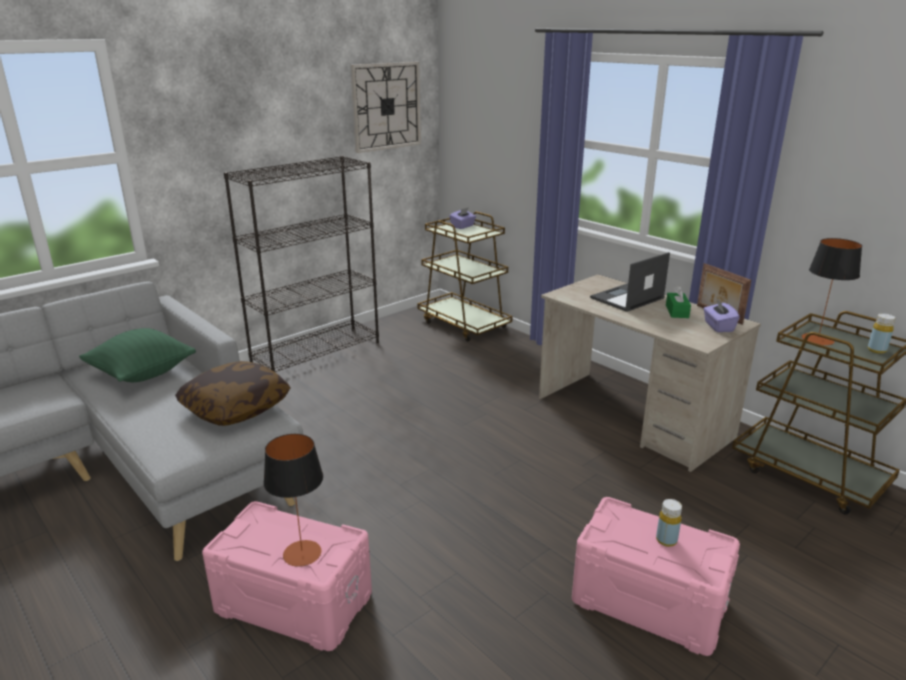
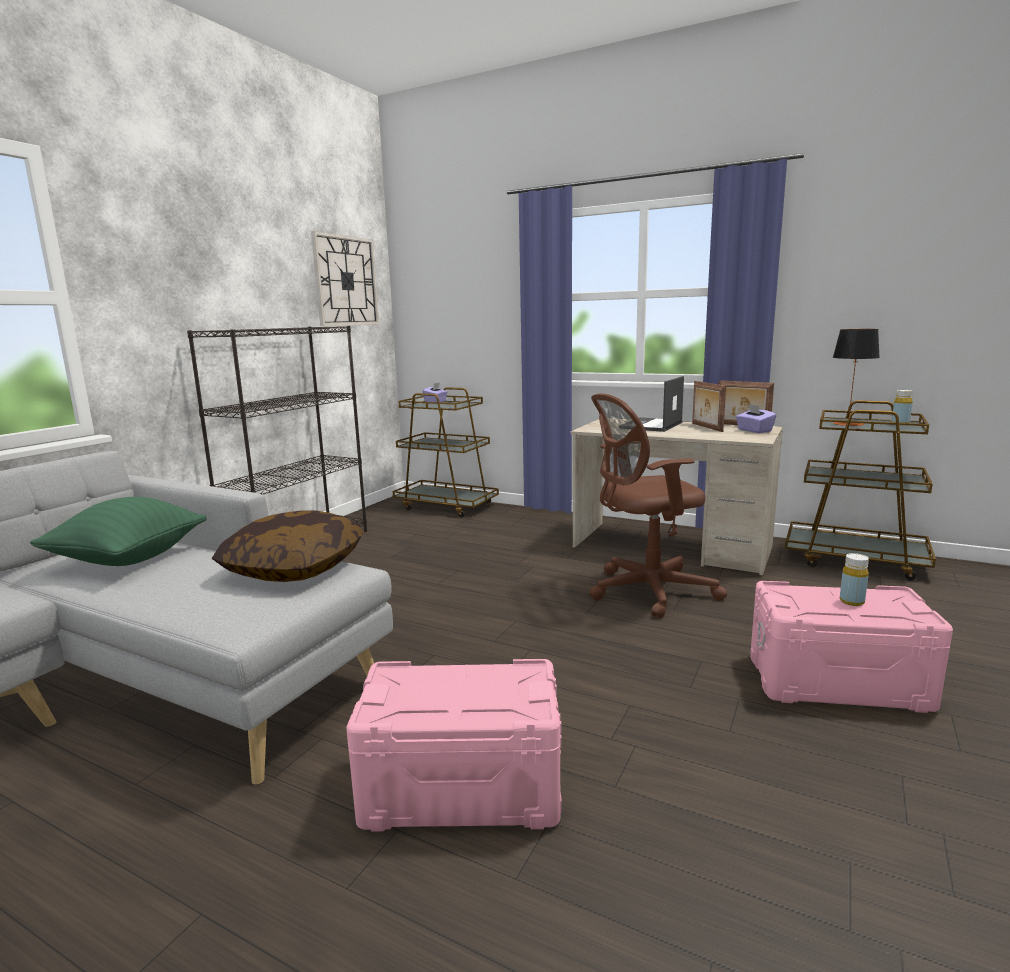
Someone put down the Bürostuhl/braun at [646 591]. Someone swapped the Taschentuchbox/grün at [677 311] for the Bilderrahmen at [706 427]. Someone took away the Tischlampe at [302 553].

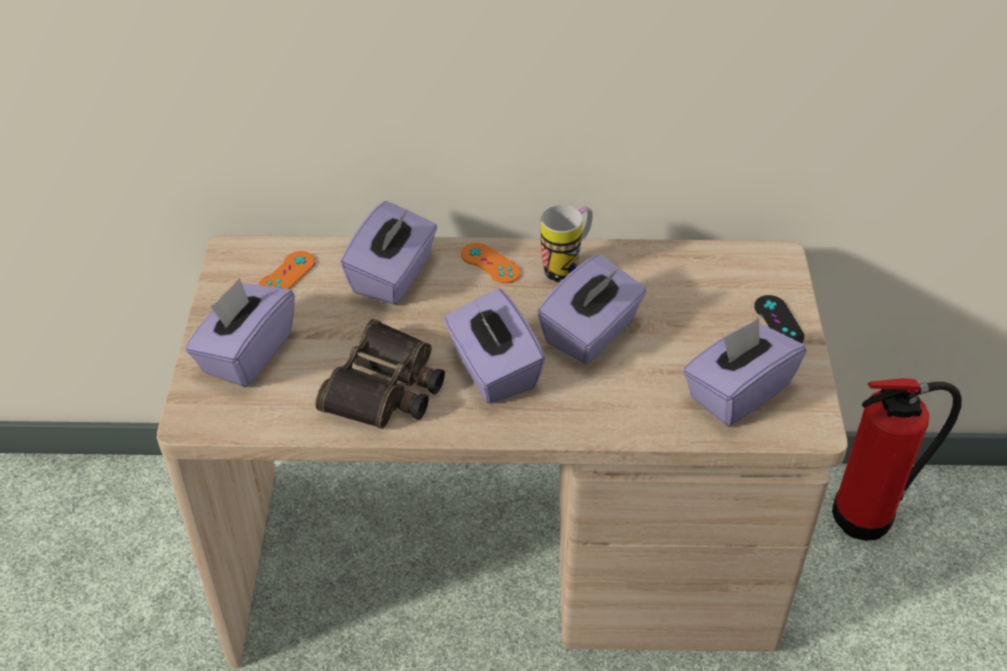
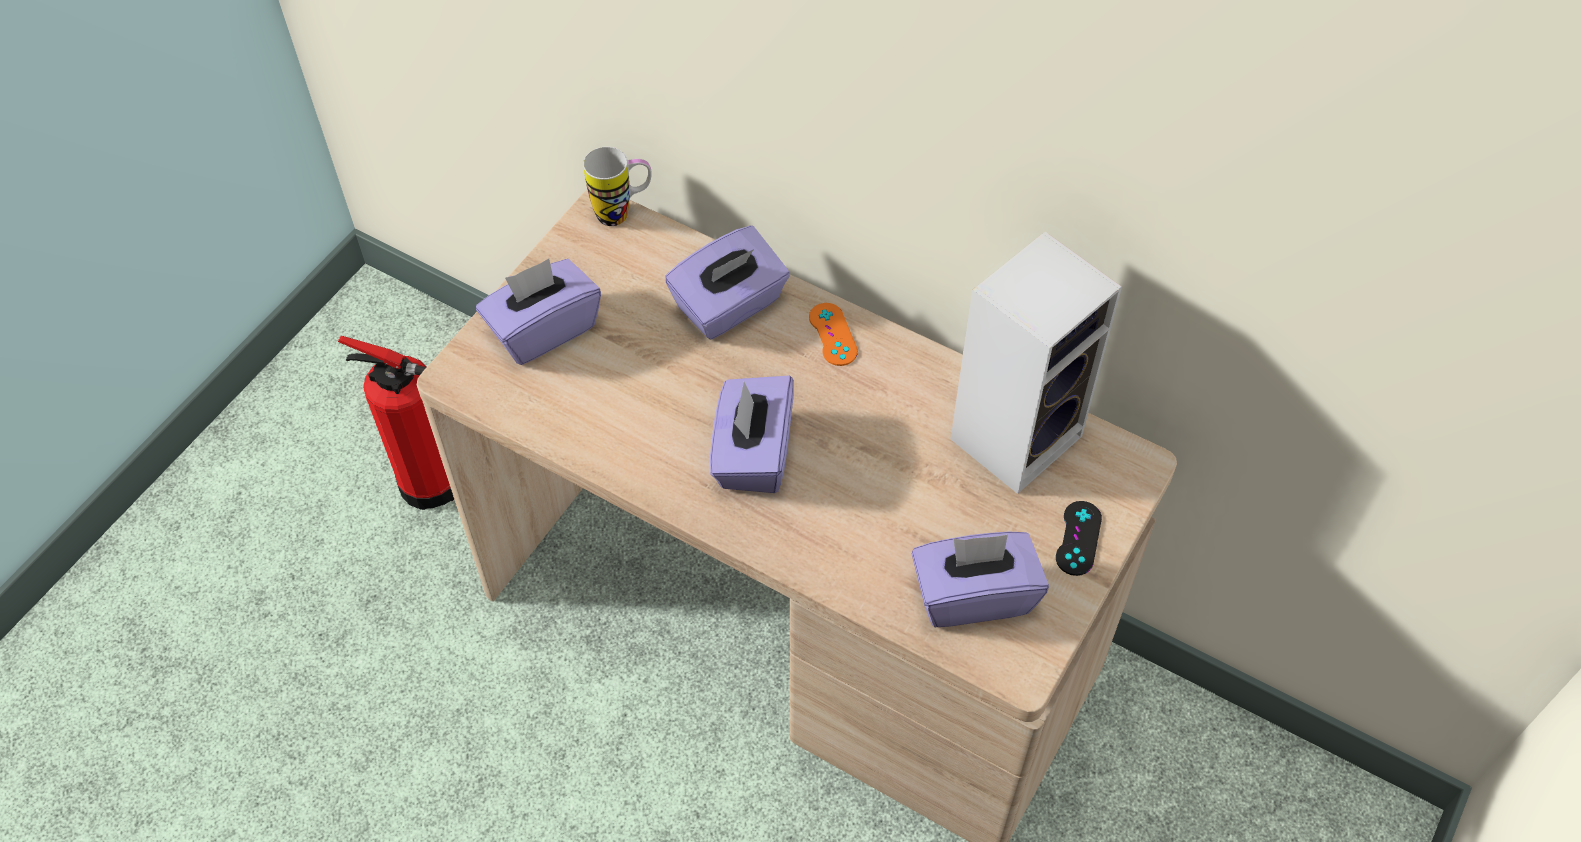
Someone carried the Feuerlöscher from [868 515] to [438 485]. Someone carried the Henkelbecher from [567 267] to [623 213]. Someone put down the Lautsprecher at [1017 433]. Someone took away the Gamepad/orange at [287 274]. Someone took away the Fernglas at [386 388]. Someone took away the Taschentuchbox/lila at [591 333].

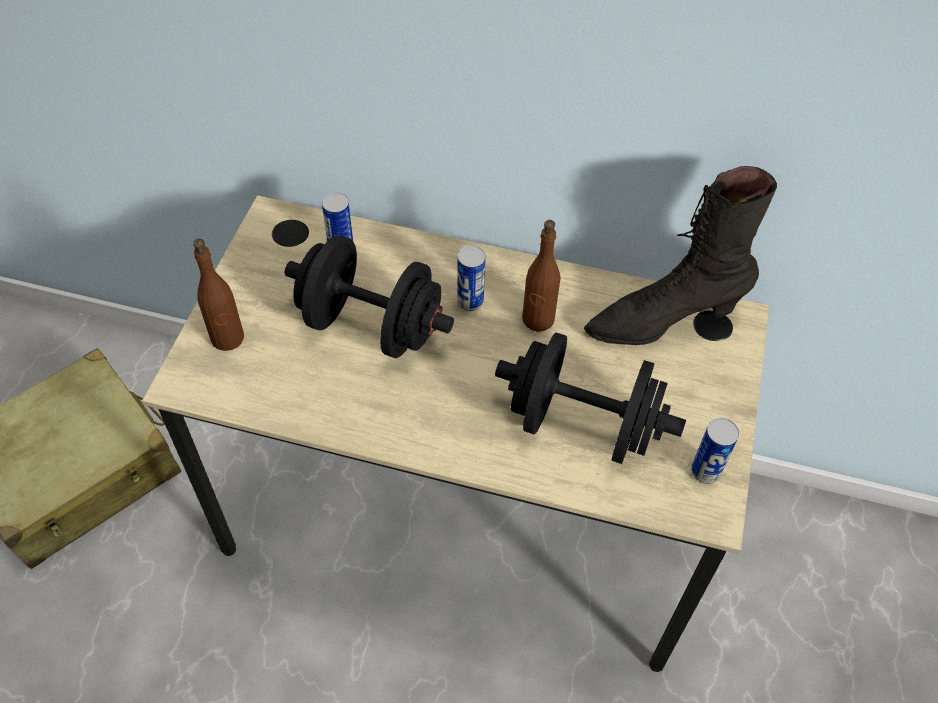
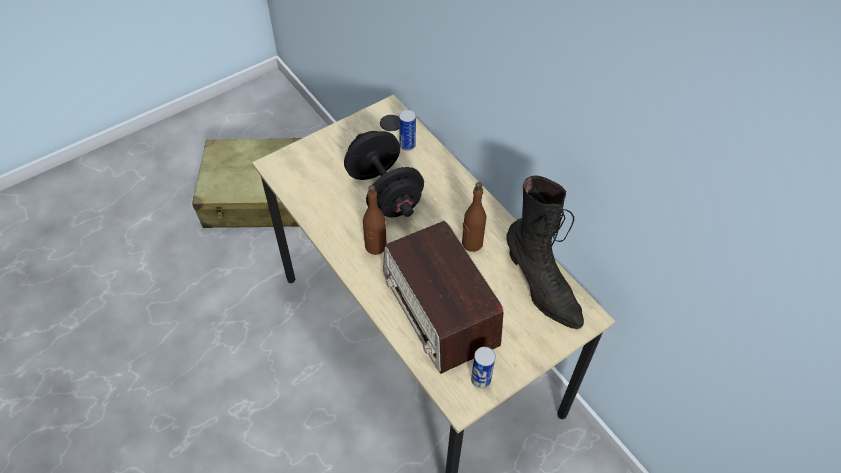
Someone carried the Flasche/braun from [227 338] to [375 246]. Someone swapped the Hantel/schwarz at [583 425] for the Radio at [440 311]. Someone rotated the Stiefel/schwarz at [663 320] by 150 degrees counterclockwise. Someone took away the Dose at [470 301].

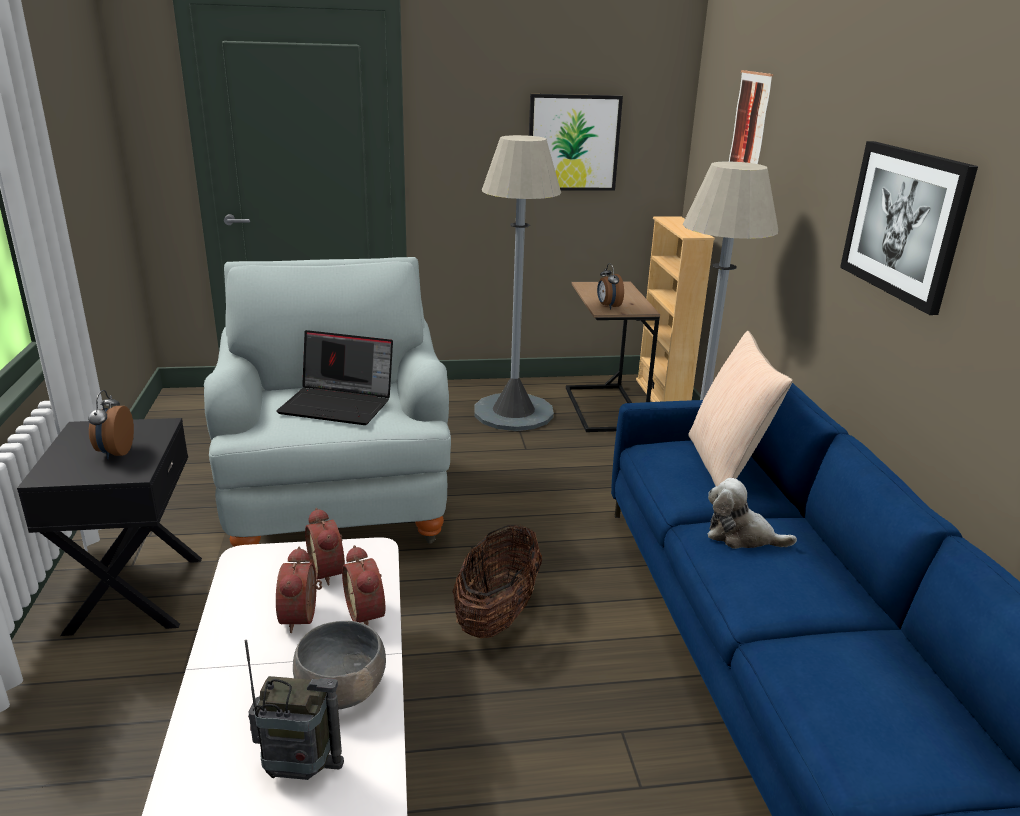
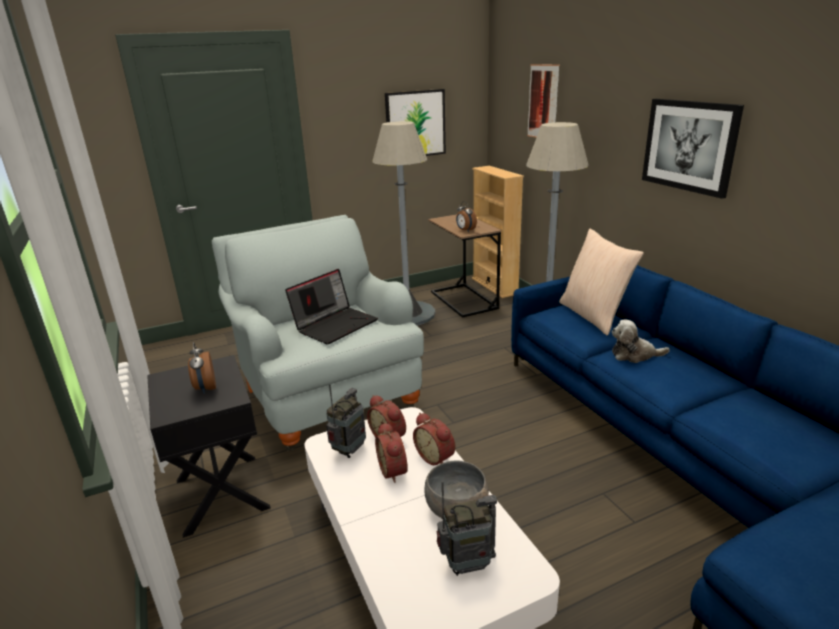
Someone rotated the Laptop at [339 404] by 45 degrees counterclockwise. Someone put down the Radio at [349 450]. Someone took away the Korb at [497 614].

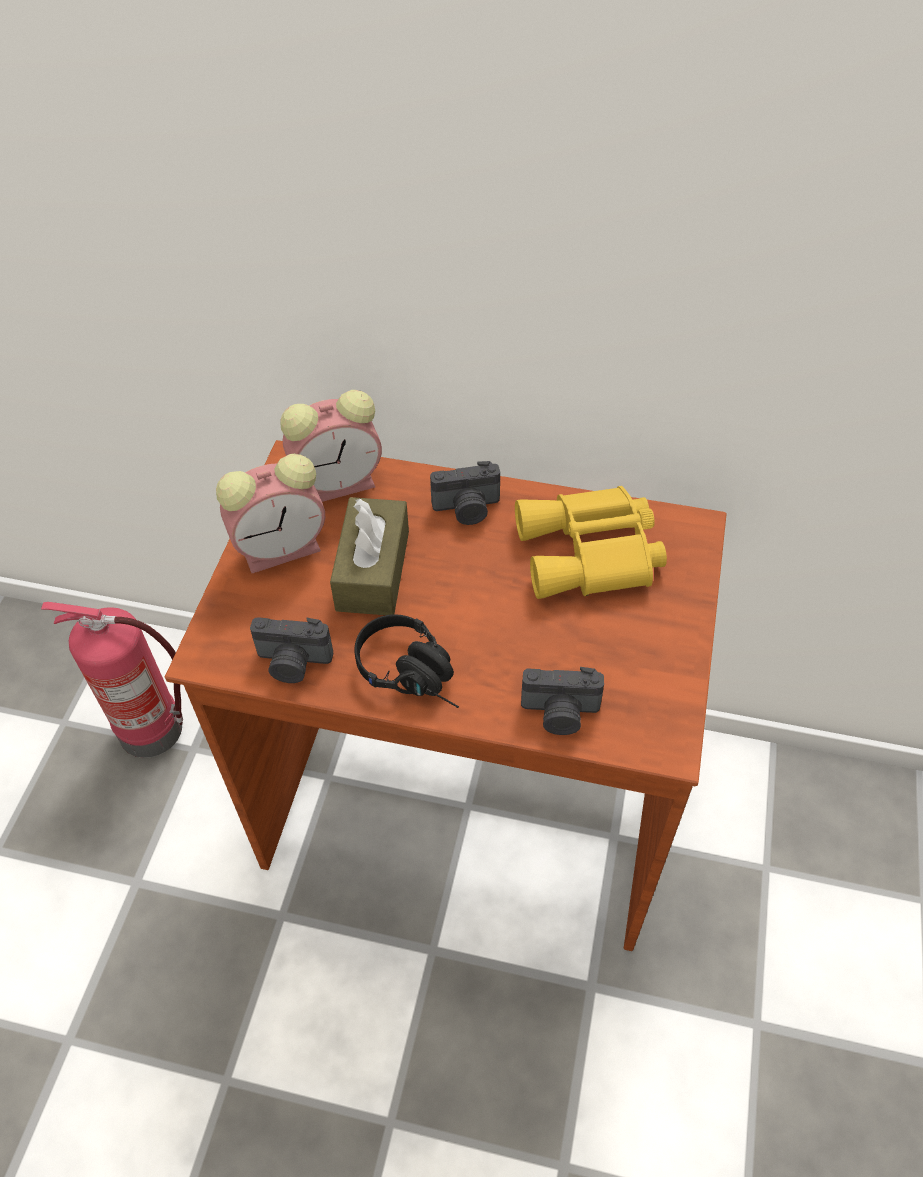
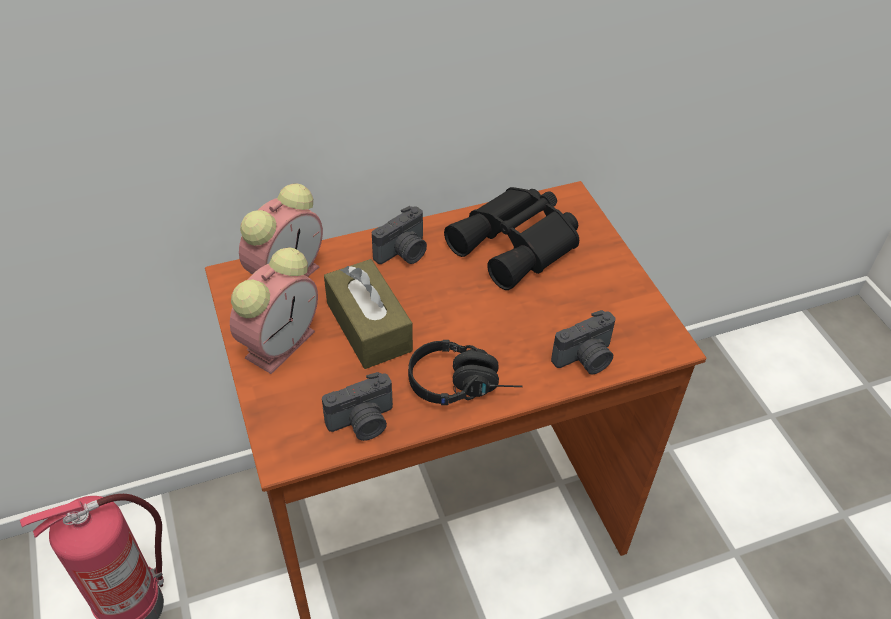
Someone repainted the Fernglas/gelb at [591 554], which became the Fernglas/schwarz at [518 245].

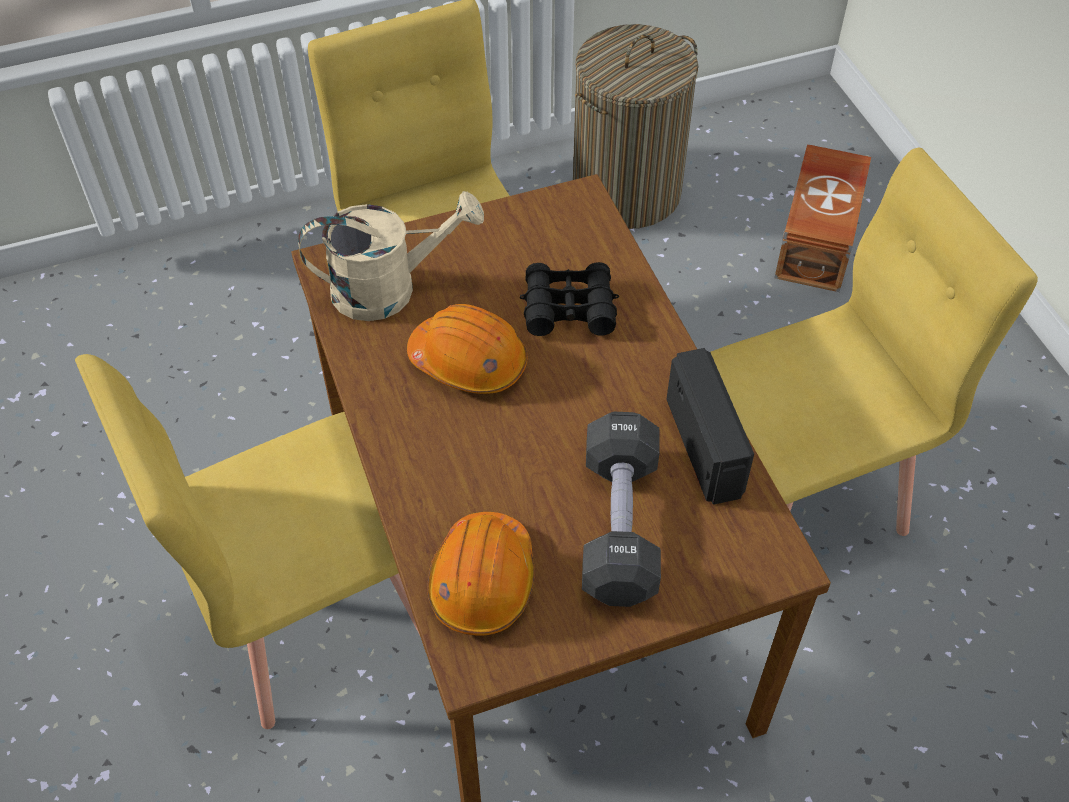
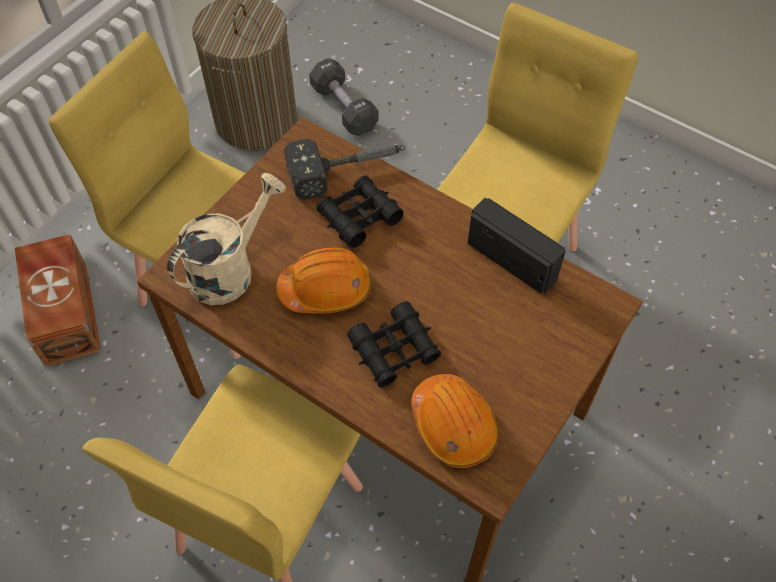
Someone carried the Aufbewahrungsbox/braun from [819 239] to [67 311]. Someone put down the Hammer at [348 170]. Someone carried the Hantel/schwarz from [619 525] to [344 108]. Someone put down the Fernglas/schwarz at [394 350].

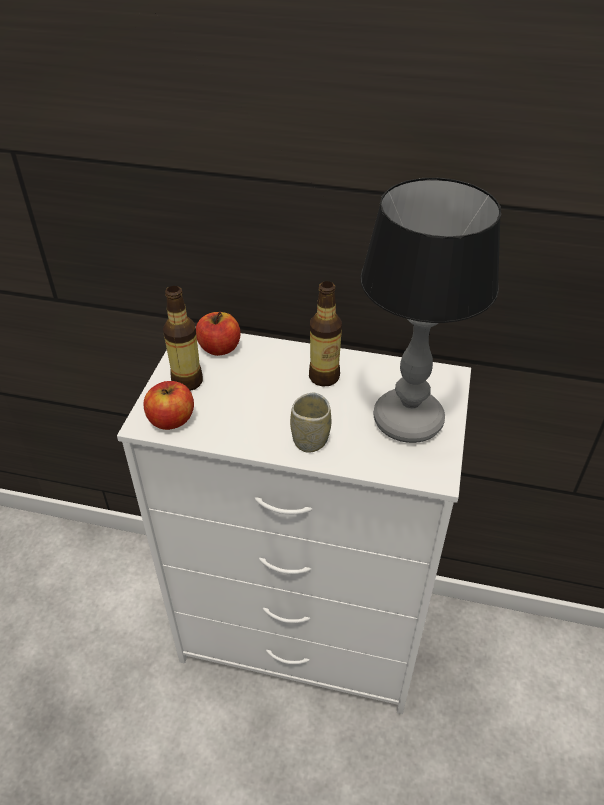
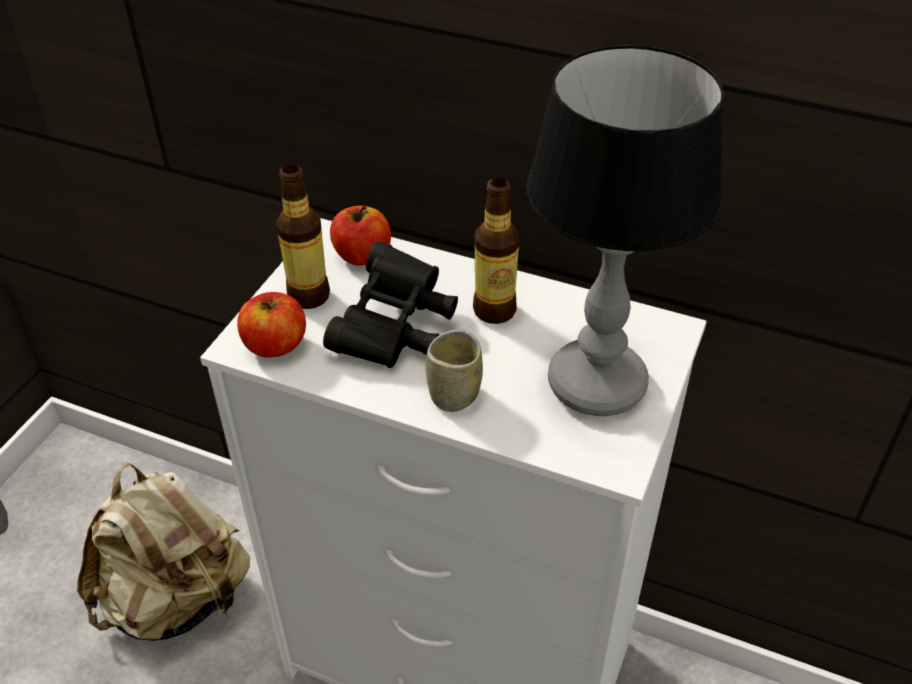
Someone put down the Rucksack/beige at [177 599]. Someone put down the Fernglas/schwarz at [395 329].

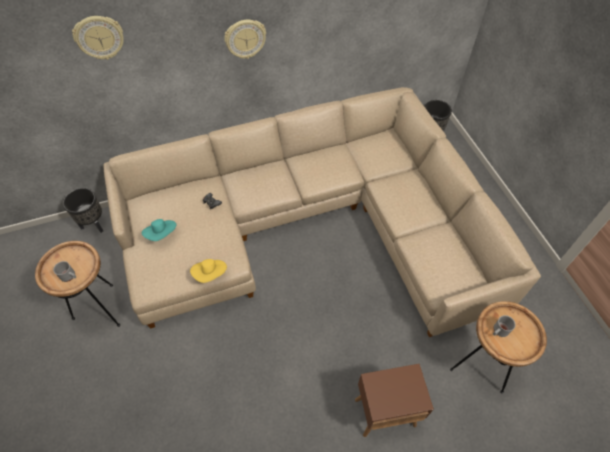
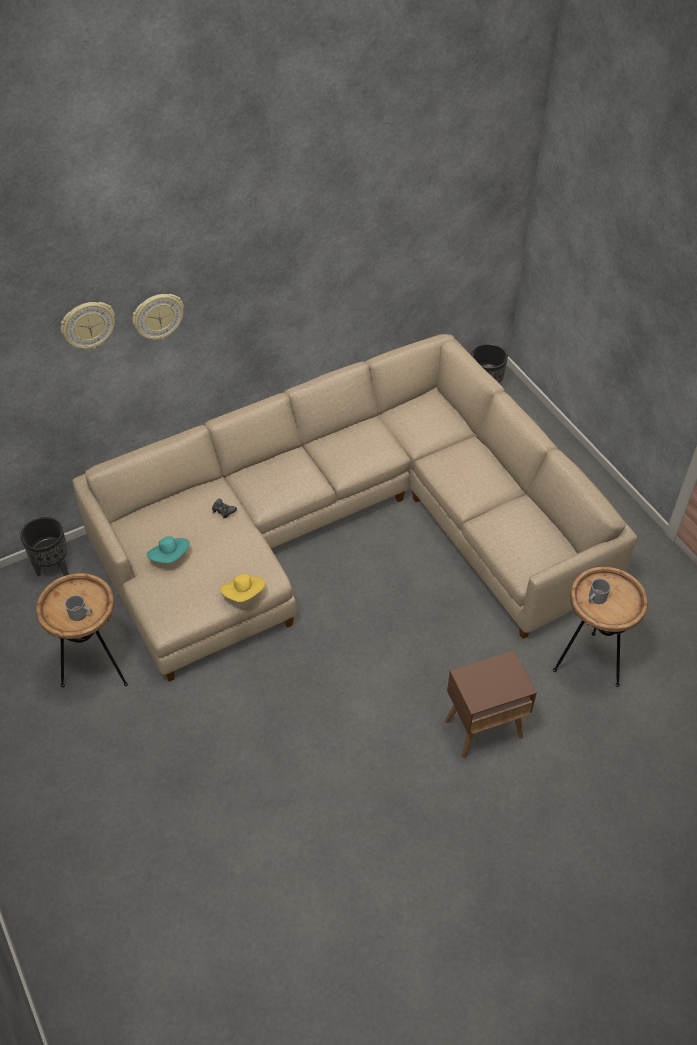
Someone carried the Wanduhr from [245 38] to [158 316].

